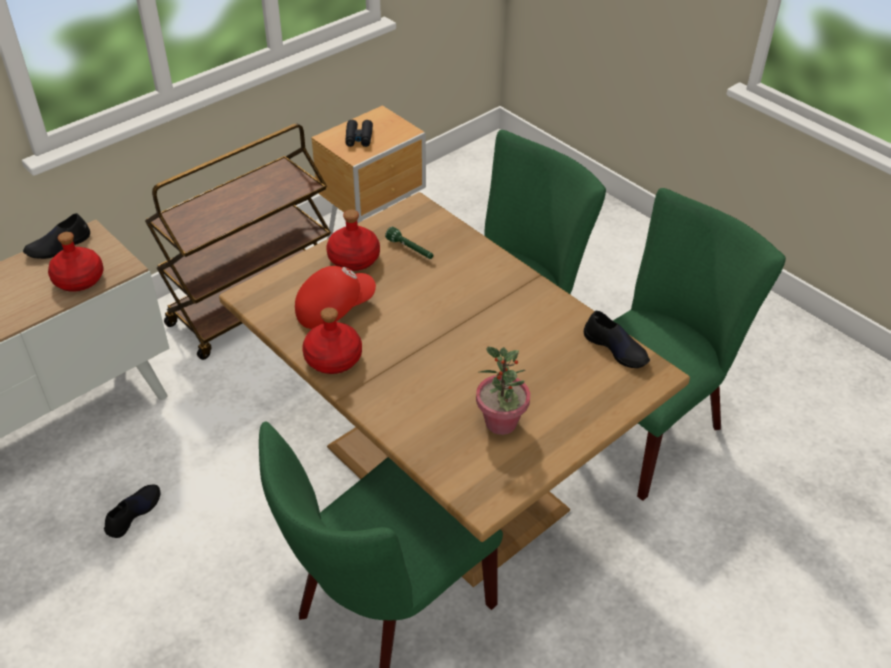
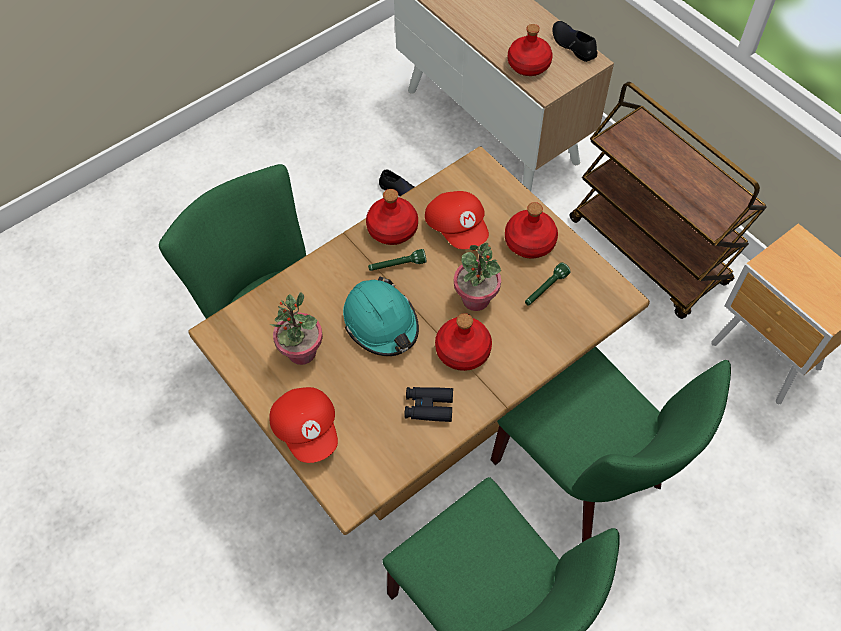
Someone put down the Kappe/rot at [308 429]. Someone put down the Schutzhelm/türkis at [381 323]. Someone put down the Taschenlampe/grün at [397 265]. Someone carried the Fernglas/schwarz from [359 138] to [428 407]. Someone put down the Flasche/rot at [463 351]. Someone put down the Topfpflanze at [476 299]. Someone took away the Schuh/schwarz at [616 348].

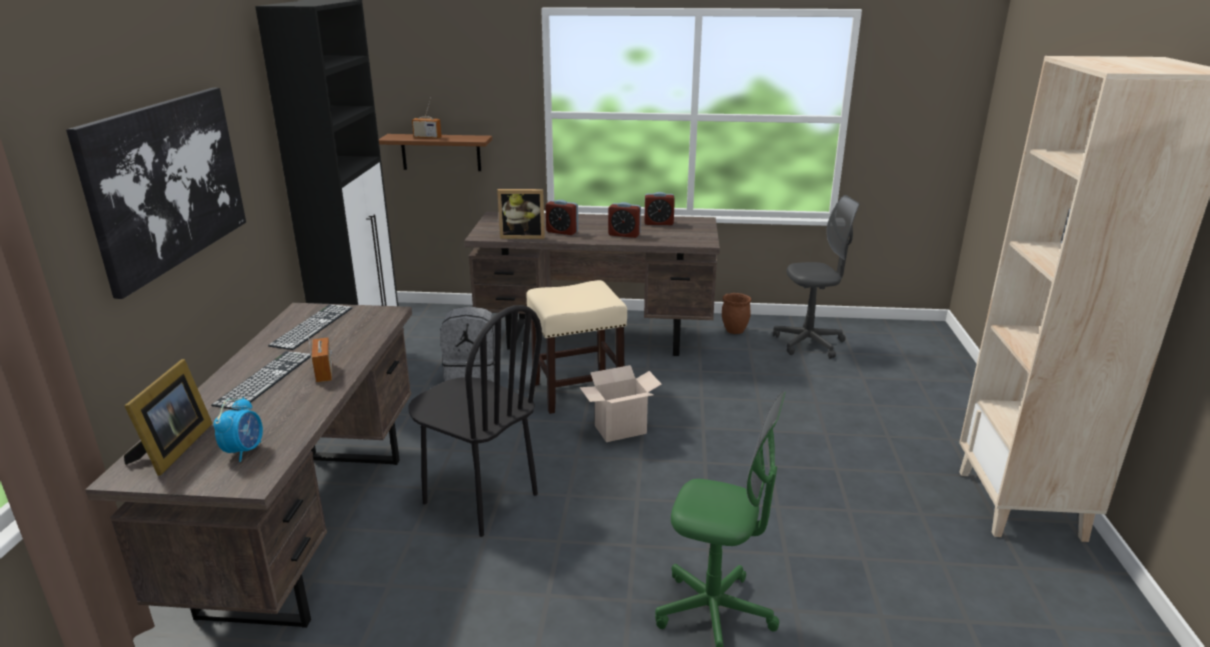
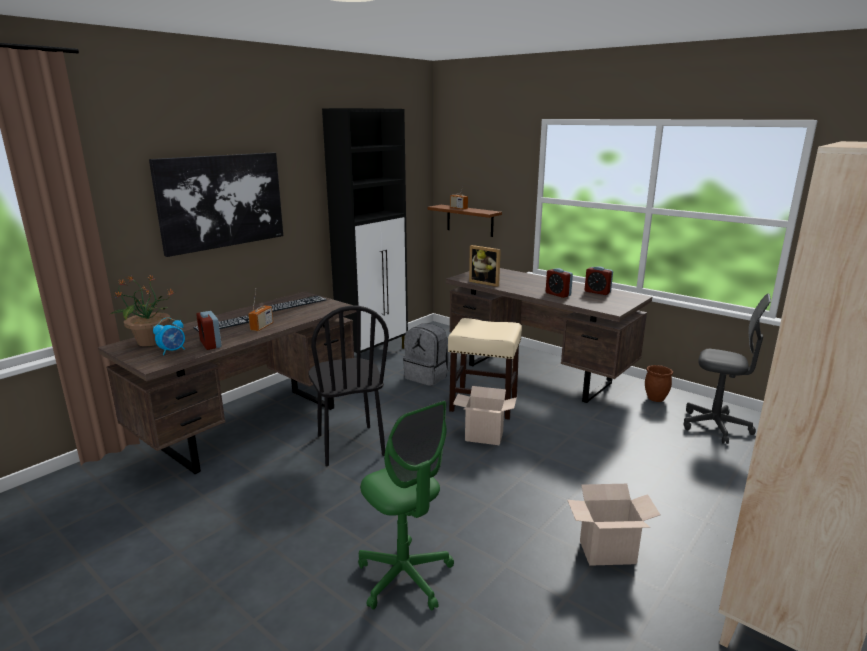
Someone swapped the Bilderrahmen at [173 449] for the Topfpflanze at [150 341]. Someone carried the Wecker from [562 232] to [210 344]. Someone put down the Karton at [606 553].

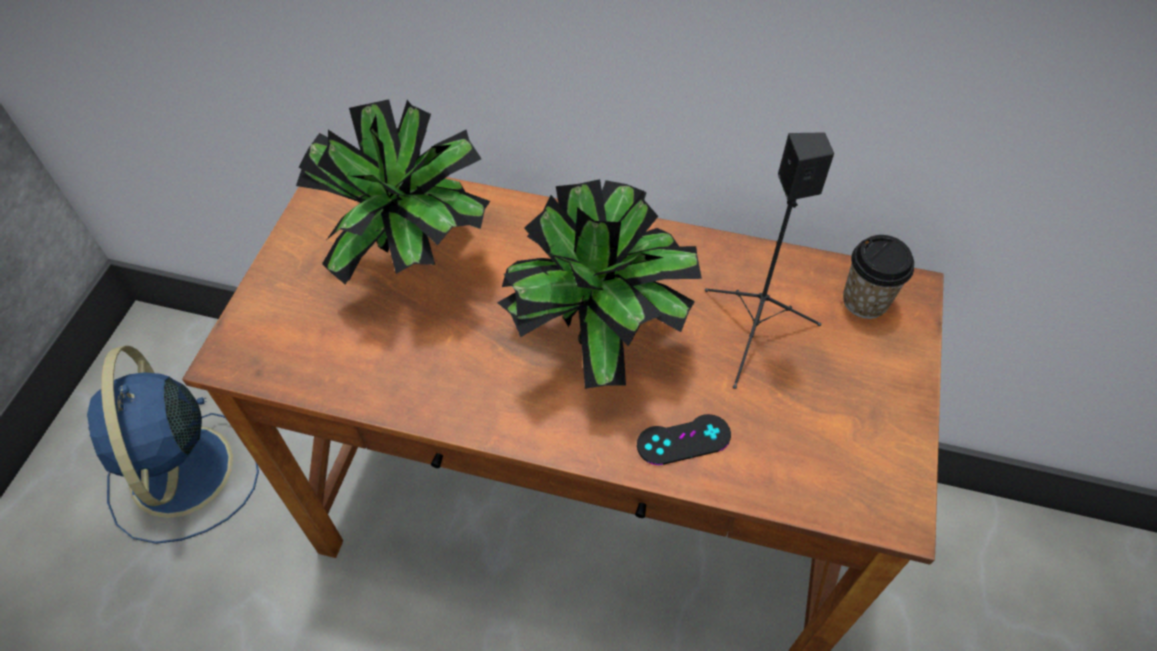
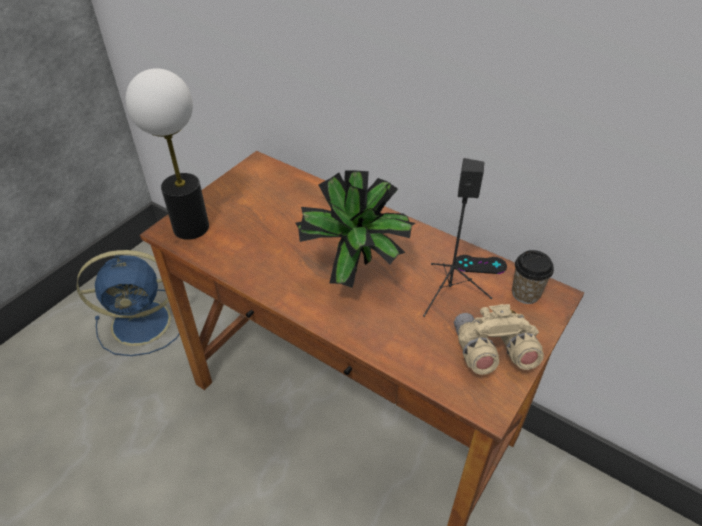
Someone rotated the Ventilator/blau at [182 475] by 105 degrees counterclockwise. Someone put down the Tischlampe at [191 227]. Someone put down the Fernglas/beige at [491 352]. Someone carried the Gamepad/schwarz from [683 440] to [480 264]. Someone took away the Topfpflanze at [414 267].

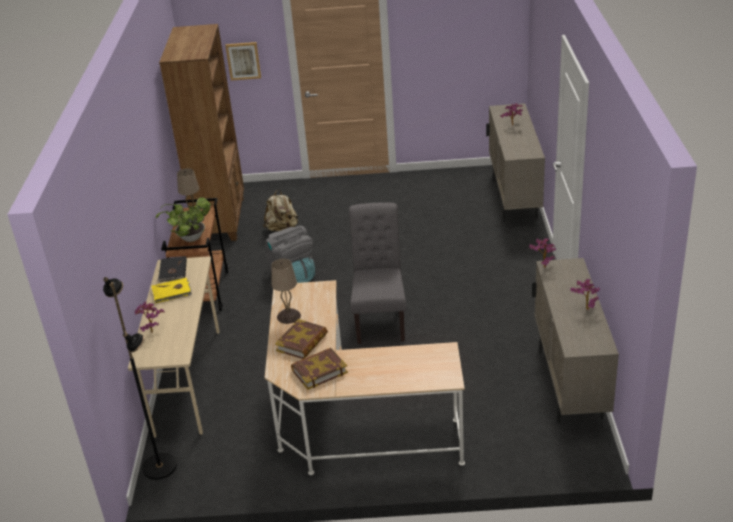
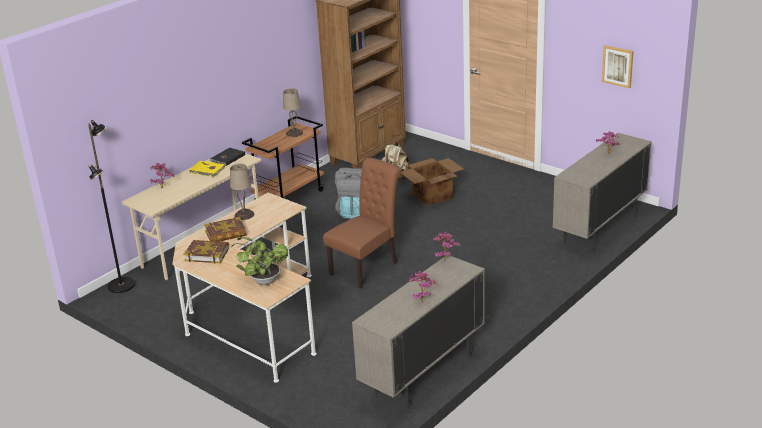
Someone carried the Topfpflanze from [189 239] to [263 281]. Someone repainted the Stuhl/grau at [380 319], which became the Stuhl/braun at [367 267]. Someone put down the Karton at [432 196]. Someone carried the Bild from [243 60] to [618 66].

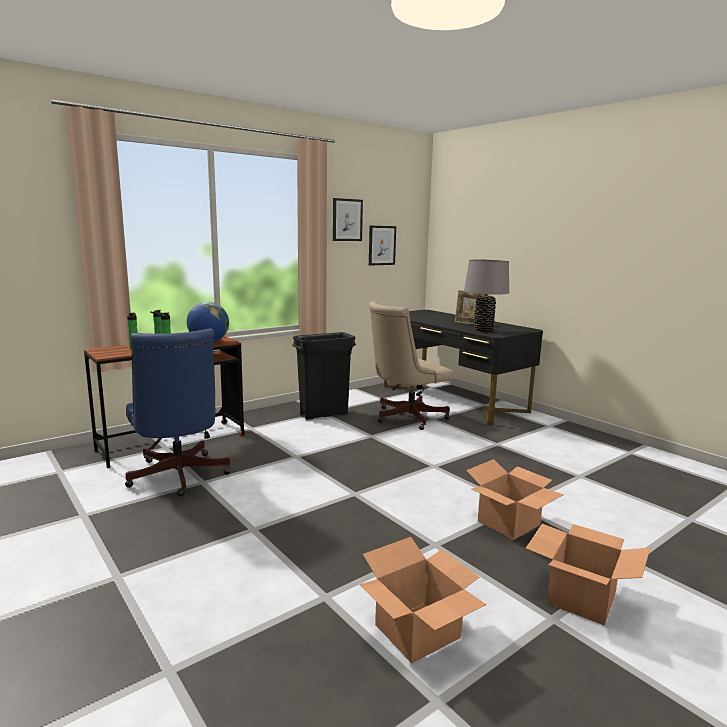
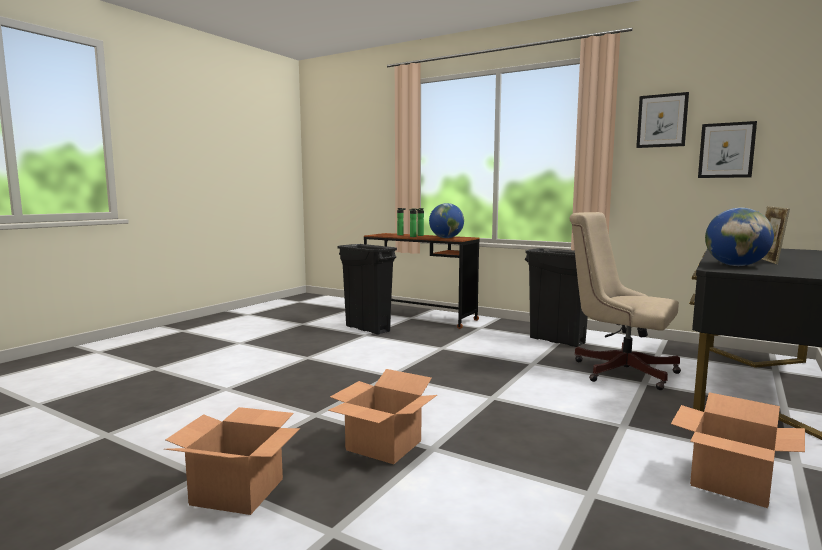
Someone swapped the Bürostuhl/blau at [178 477] for the Mülleimer/schwarz at [367 329]. Someone carried the Karton from [418 630] to [732 482]. Someone swapped the Tischlampe/grau at [483 330] for the Globus at [735 265].

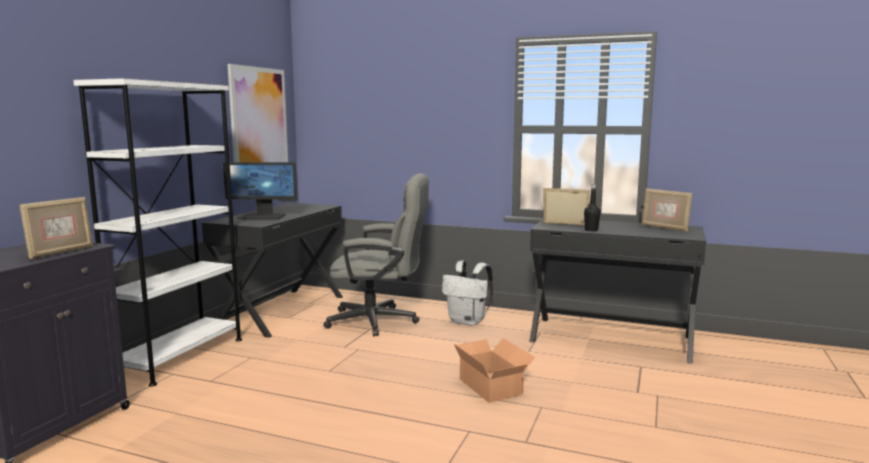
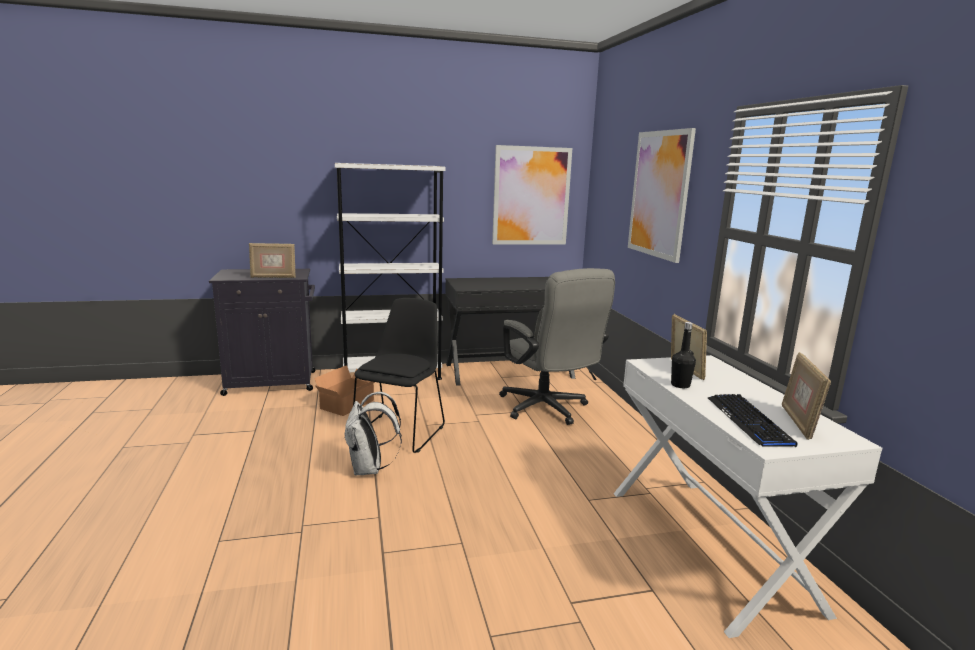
Someone carried the Karton from [491 385] to [349 404]. Someone carried the Rucksack/weiß from [468 321] to [369 469]. Someone put down the Stuhl/schwarz at [400 431]. Someone repainted the Schreibtisch/schwarz at [611 338], which became the Schreibtisch/weiß at [709 546]. Someone put up the Bild at [659 194]. Someone put down the Tastatur at [749 421]. Someone took away the Monitor at [262 217].

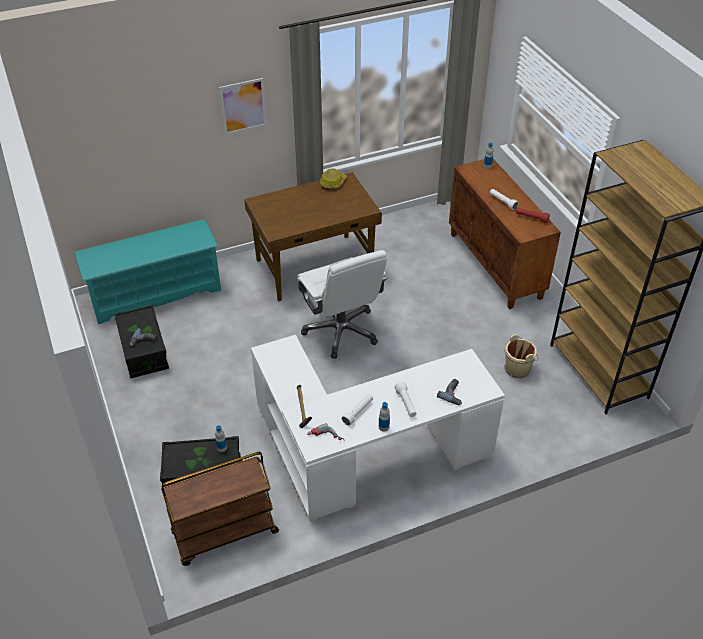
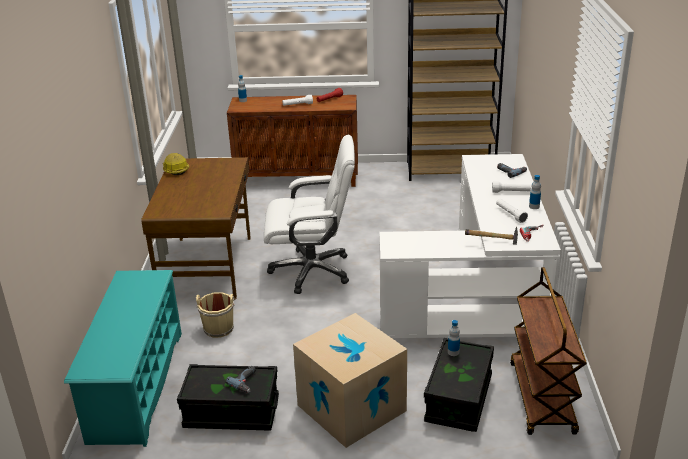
Someone carried the Eimer/beige from [518 368] to [218 328]. Someone put down the Karton at [351 408]. Someone took away the Bild at [243 106].

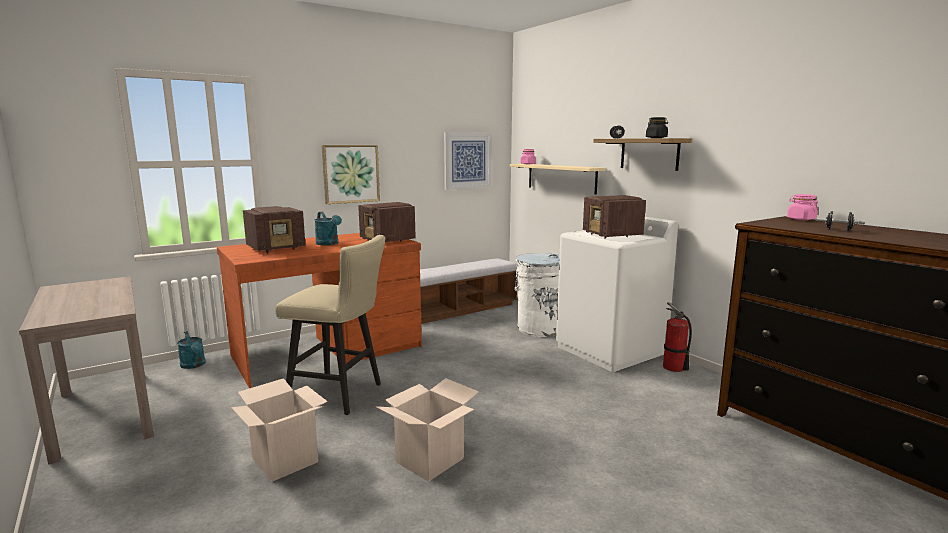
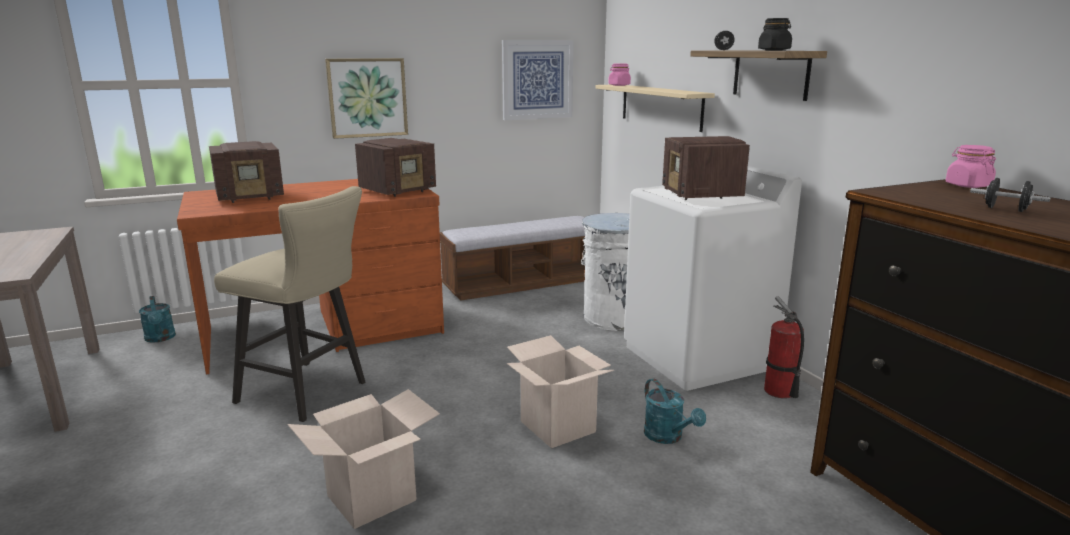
Someone rotated the Radio at [387 241] by 105 degrees counterclockwise. Someone carried the Karton from [285 460] to [557 426]. Someone carried the Gießkanne/türkis from [329 244] to [668 437].

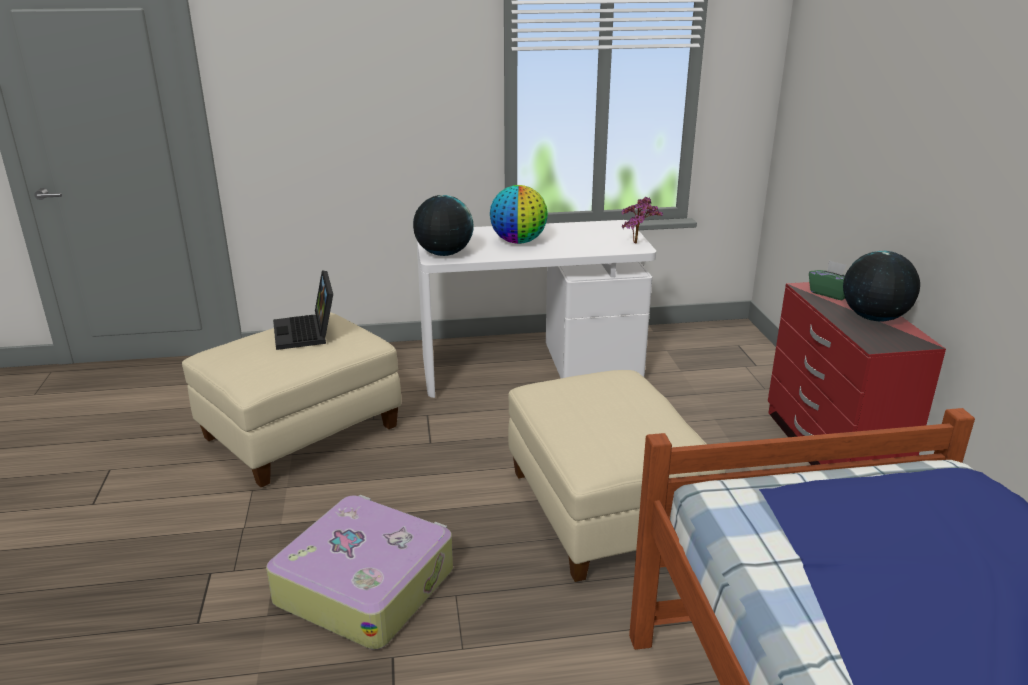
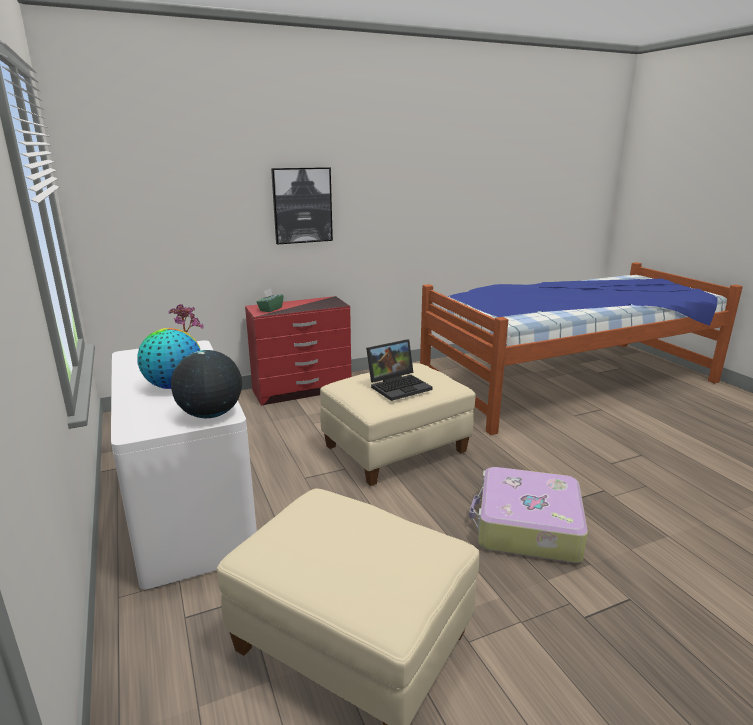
Someone put up the Bild at [302 205]. Someone carried the Laptop from [307 333] to [399 386]. Someone took away the Globus at [874 318].

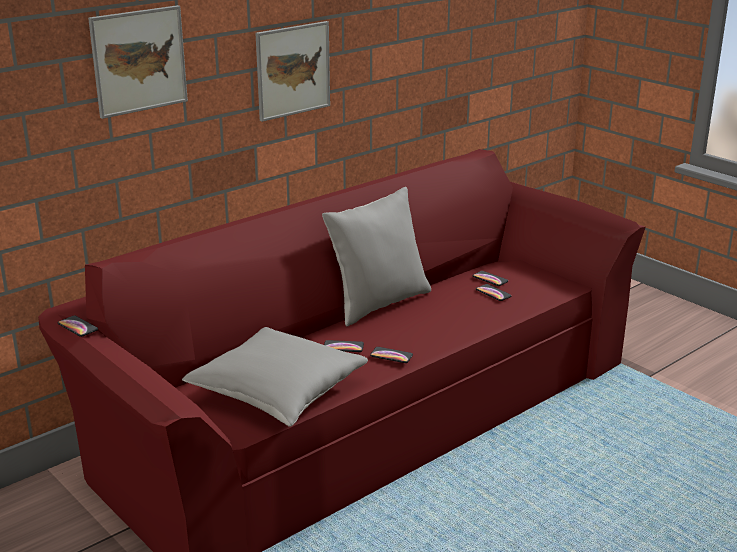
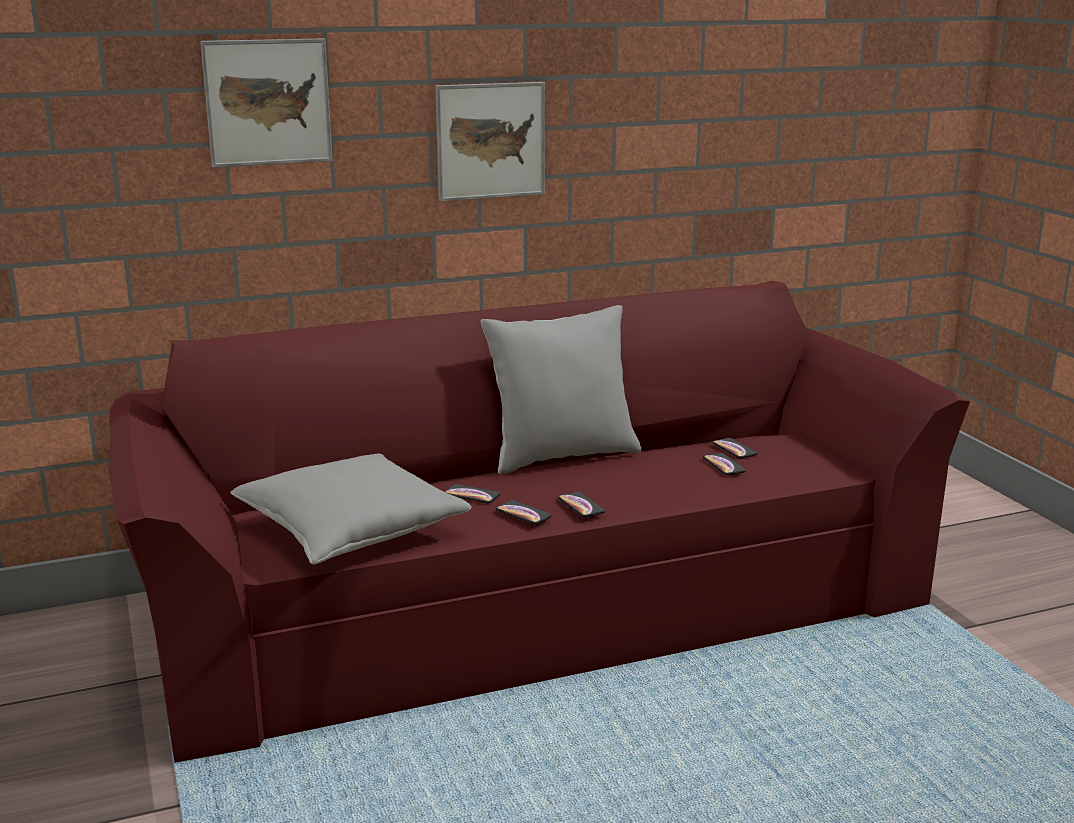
Someone carried the Handy from [77 327] to [581 505].

